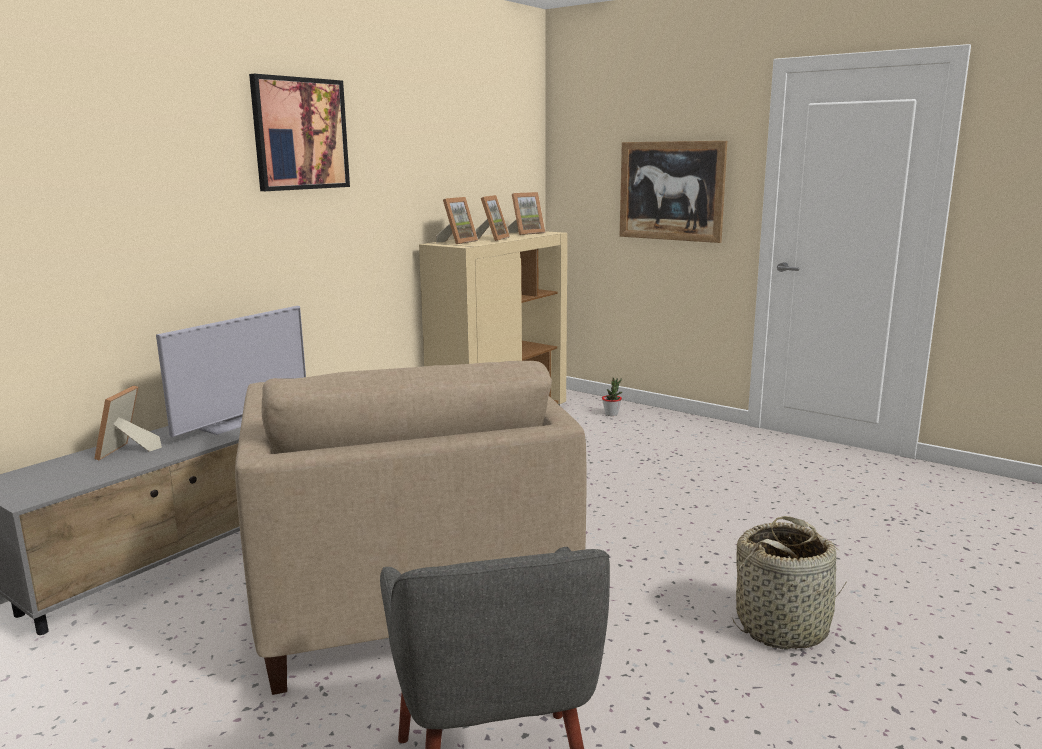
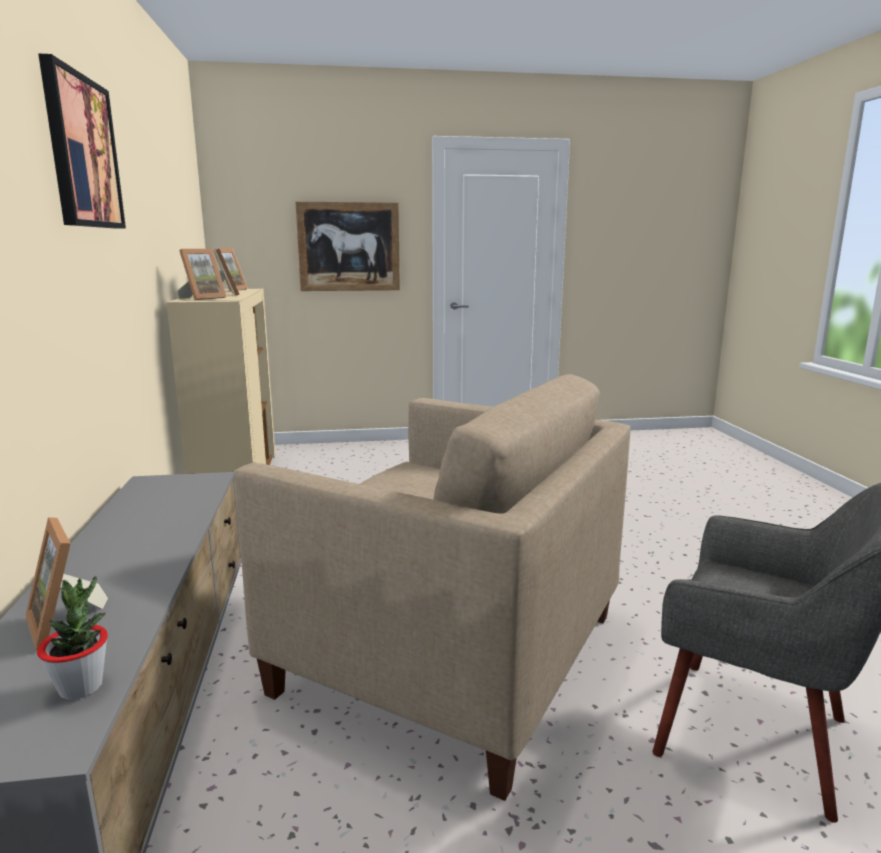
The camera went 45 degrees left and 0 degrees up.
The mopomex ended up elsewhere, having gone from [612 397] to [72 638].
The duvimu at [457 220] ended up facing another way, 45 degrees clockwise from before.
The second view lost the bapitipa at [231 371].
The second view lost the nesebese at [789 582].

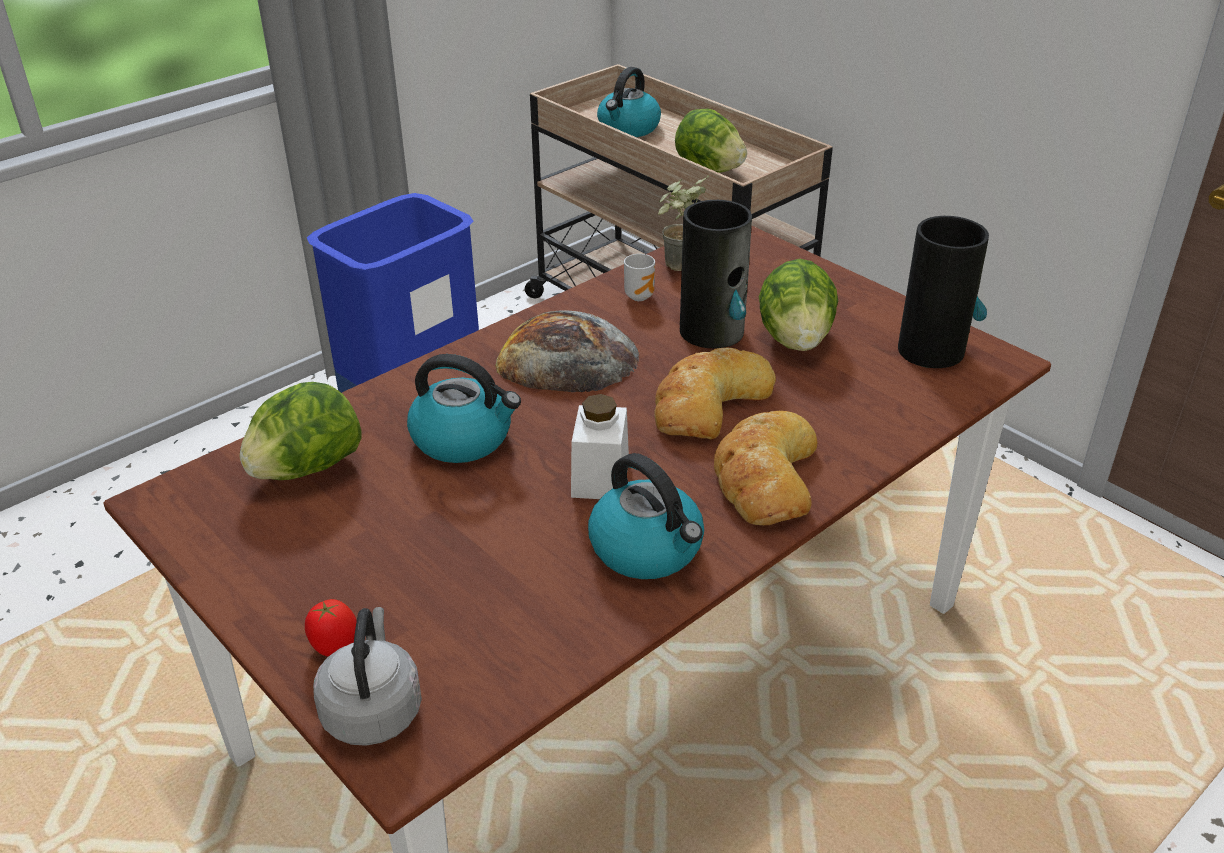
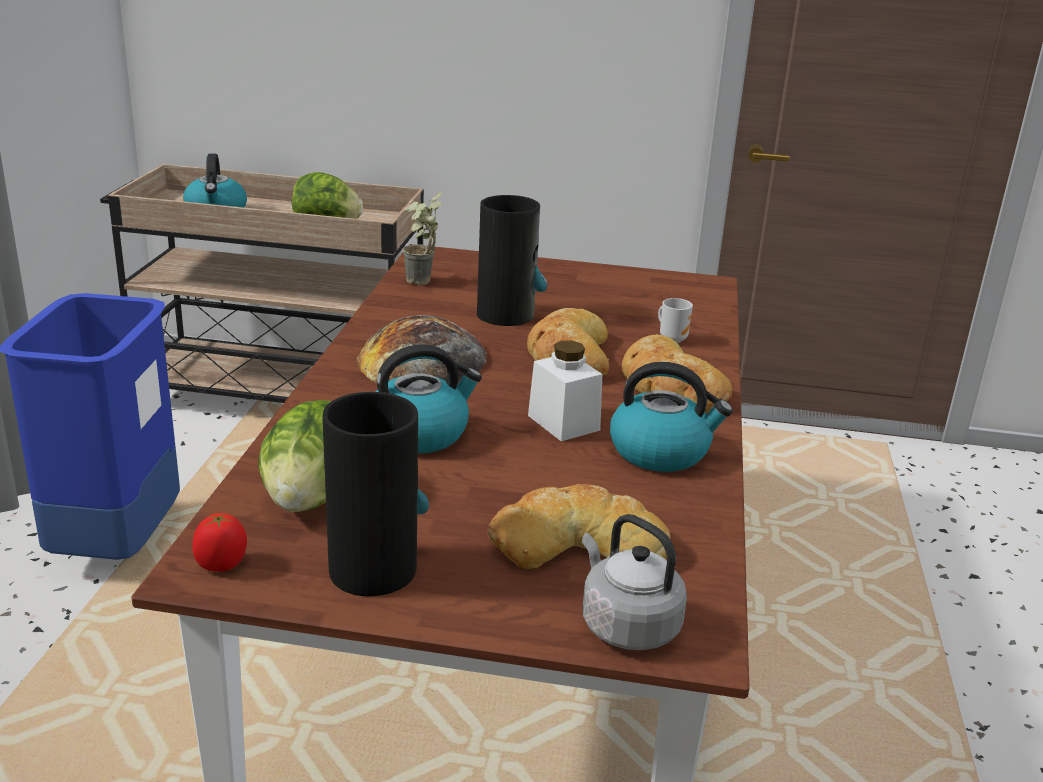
The camera went 40 degrees left and 10 degrees down.
The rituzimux ended up elsewhere, having gone from [331 627] to [219 542].
The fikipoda ended up elsewhere, having gone from [943 292] to [376 494].
The second view gained the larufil at [579 527].
The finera ended up elsewhere, having gone from [639 277] to [675 320].
The second view lost the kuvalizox at [798 305].

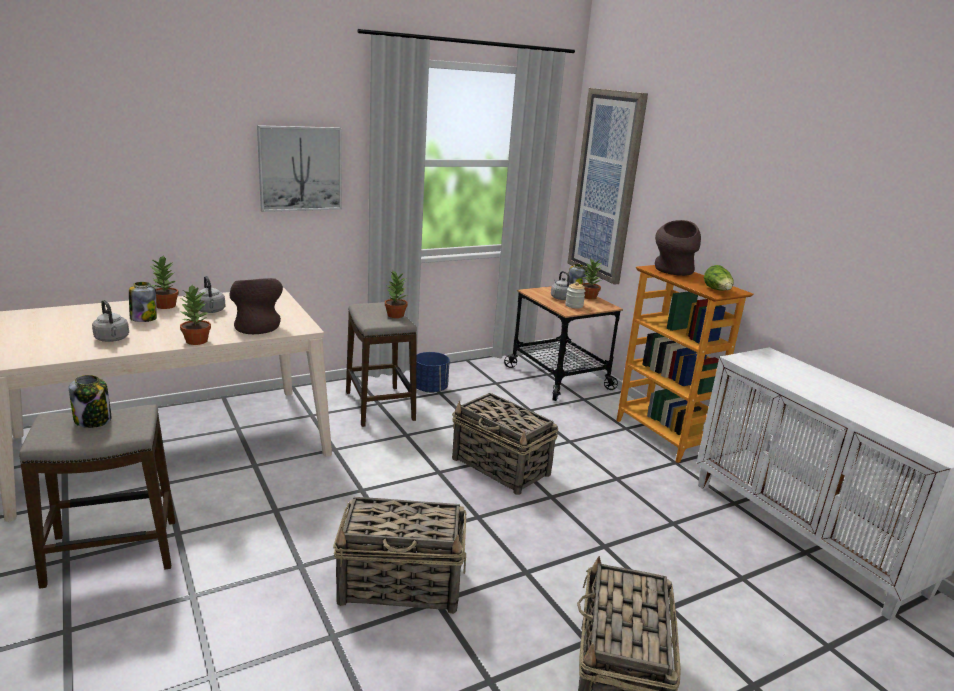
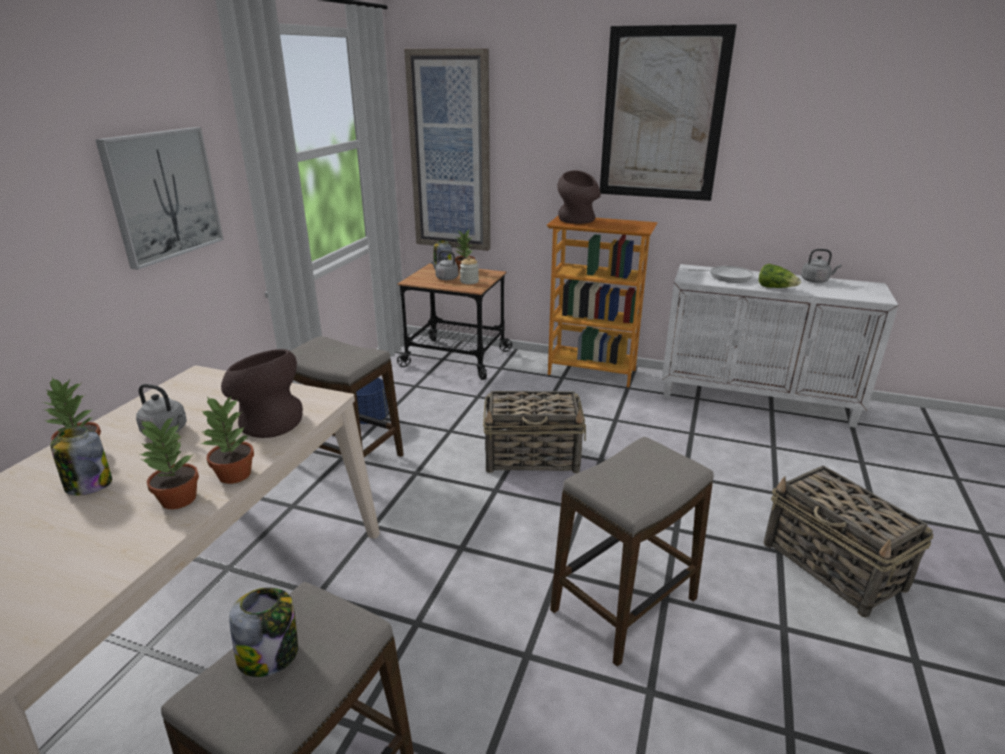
The camera went 40 degrees left and 5 degrees up.
The mopomex ended up elsewhere, having gone from [396 294] to [169 463].
Where the nesebese stood at [399 555], the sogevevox came to stand at [632 552].
The second view gained the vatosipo at [668 112].
The second view gained the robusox at [720 274].
The kuvalizox ended up elsewhere, having gone from [719 278] to [780 276].
The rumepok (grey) ended up elsewhere, having gone from [110 321] to [821 266].

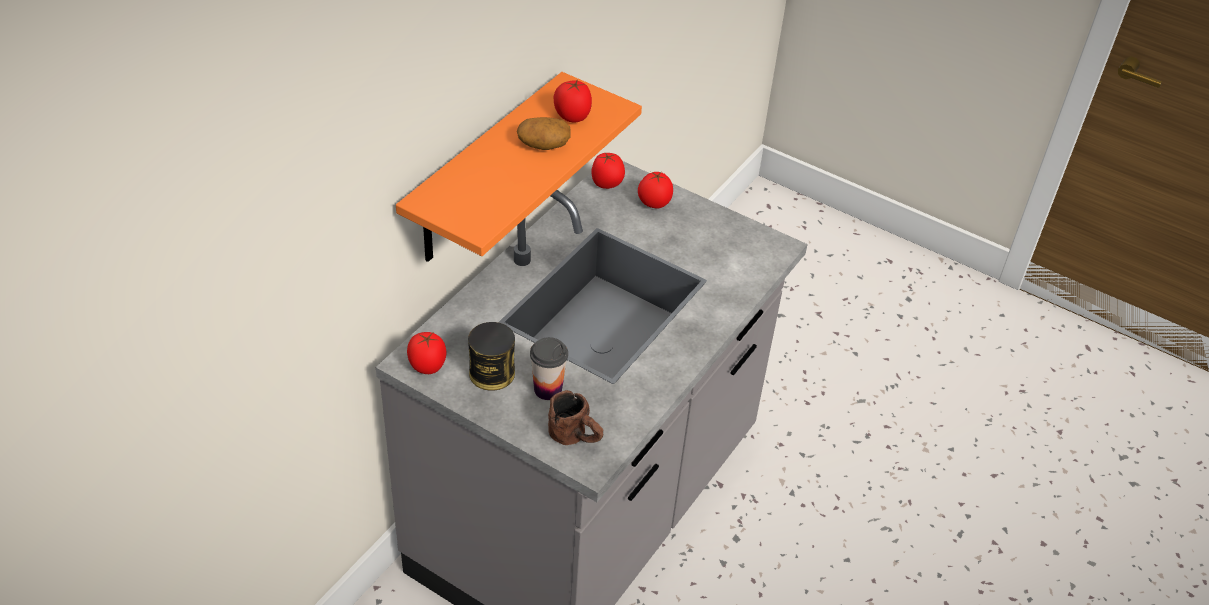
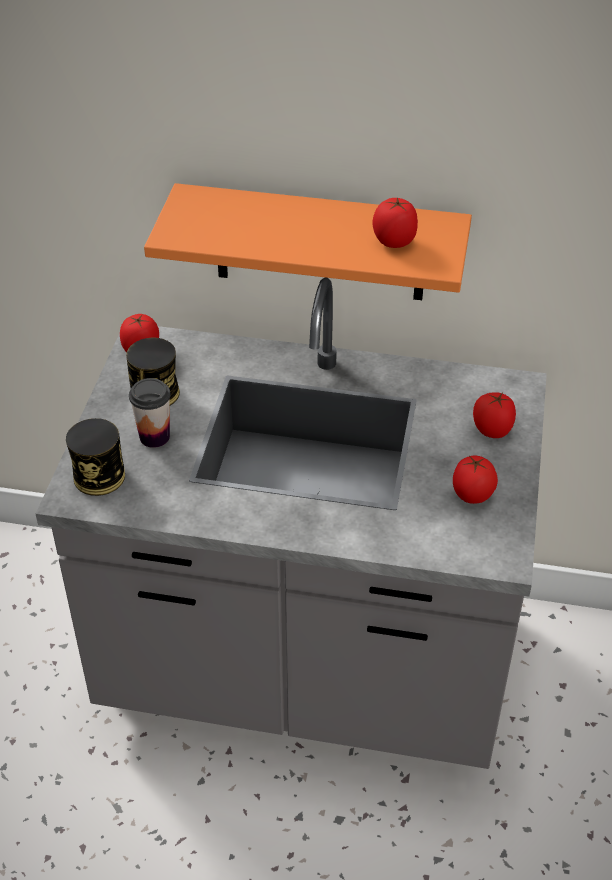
The camera went 70 degrees right and 0 degrees up.
Where the finera (brown) stood at [575 417], the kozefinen came to stand at [95 457].
The rituzimux ended up elsewhere, having gone from [608 170] to [475 479].
The second view lost the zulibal at [544 133].

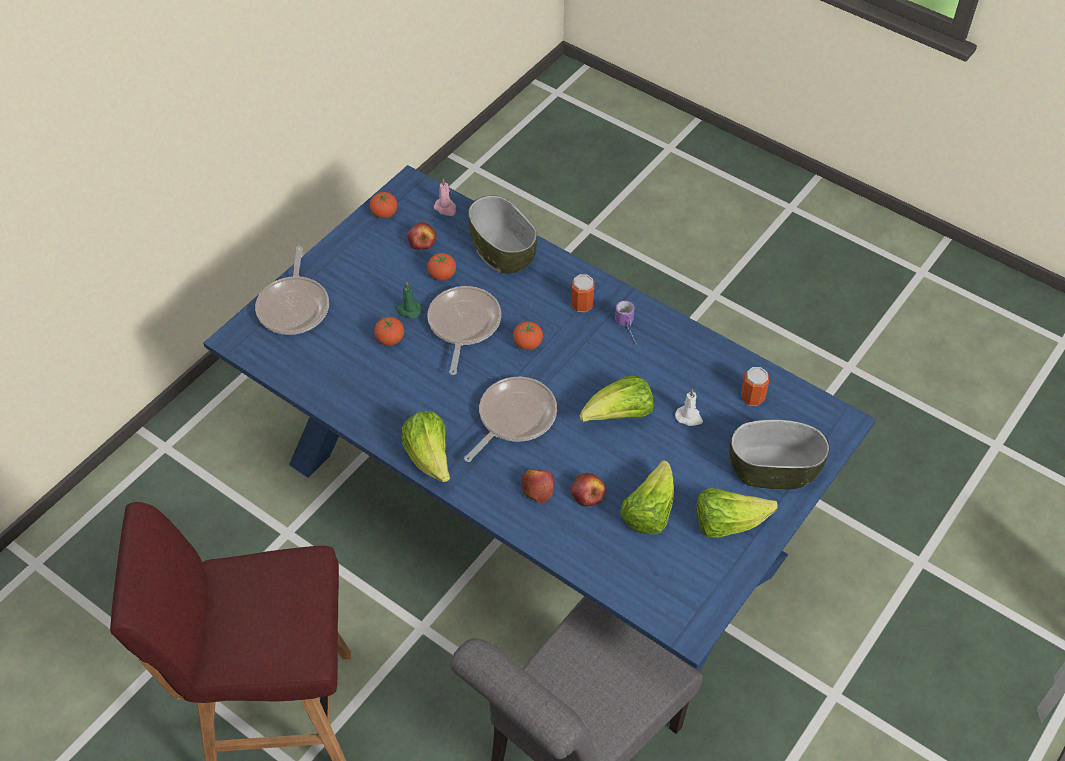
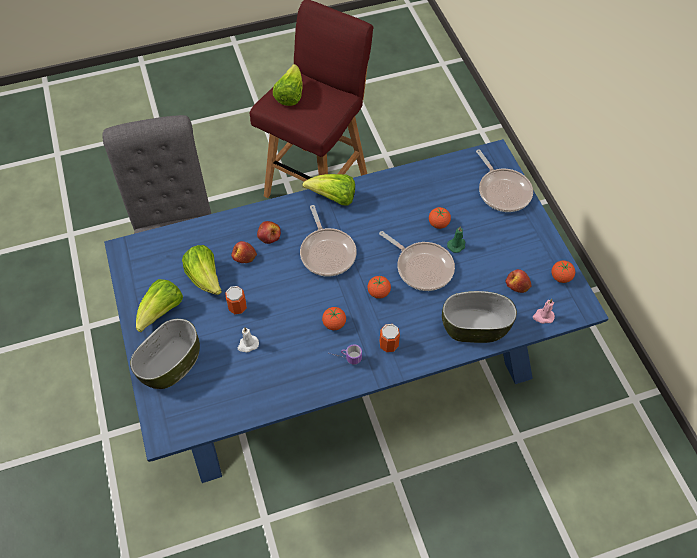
The camera went 125 degrees right and 5 degrees up.
The kozefinen ended up elsewhere, having gone from [755 386] to [236 300].
The kuvalizox ended up elsewhere, having gone from [616 398] to [288 85].
The rituzimux ended up elsewhere, having gone from [441 267] to [334 318].
The robusox at [292 290] ended up facing another way, 150 degrees counterclockwise from before.

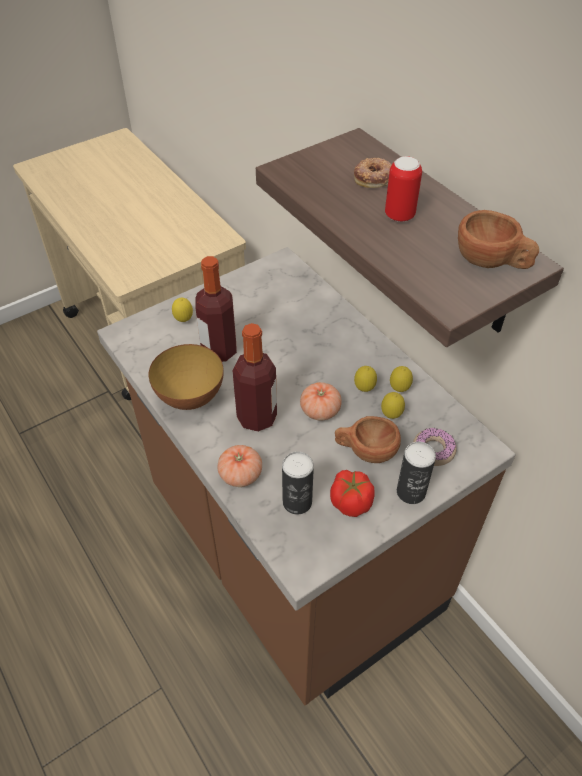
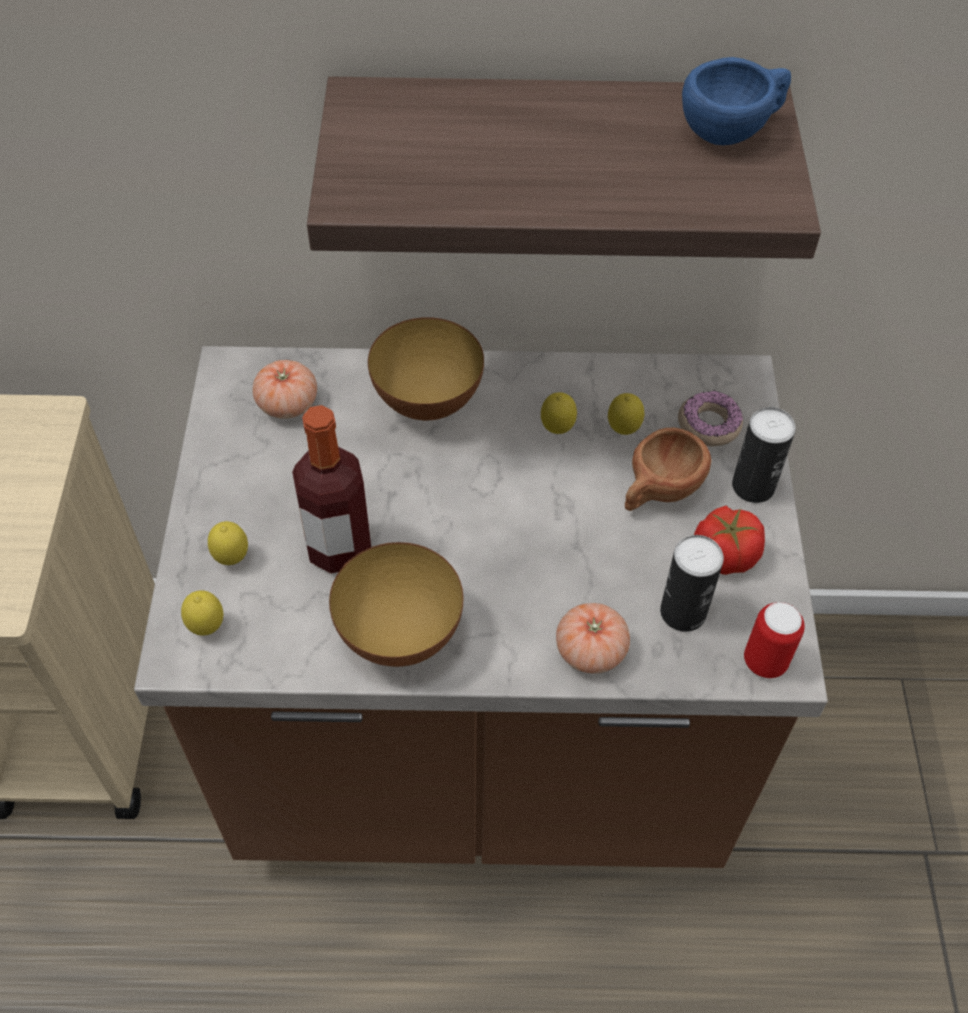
The camera went 55 degrees left and 5 degrees up.
The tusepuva ended up elsewhere, having gone from [401 379] to [202 613].
The rituzimux ended up elsewhere, having gone from [321 401] to [285 389].
The second view gained the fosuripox at [426 369].
What was the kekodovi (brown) at [498 239] turned into the kekodovi (blue) at [736 101].
The kozefinen ended up elsewhere, having gone from [403 189] to [774 640].
The second view lost the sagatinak at [255 377].
The second view lost the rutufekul at [373 173].

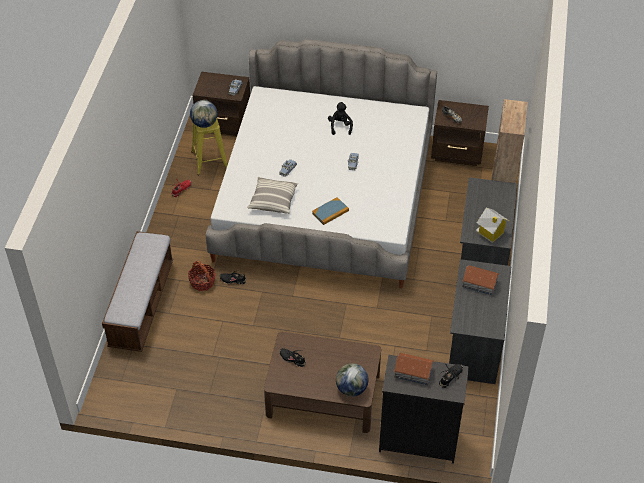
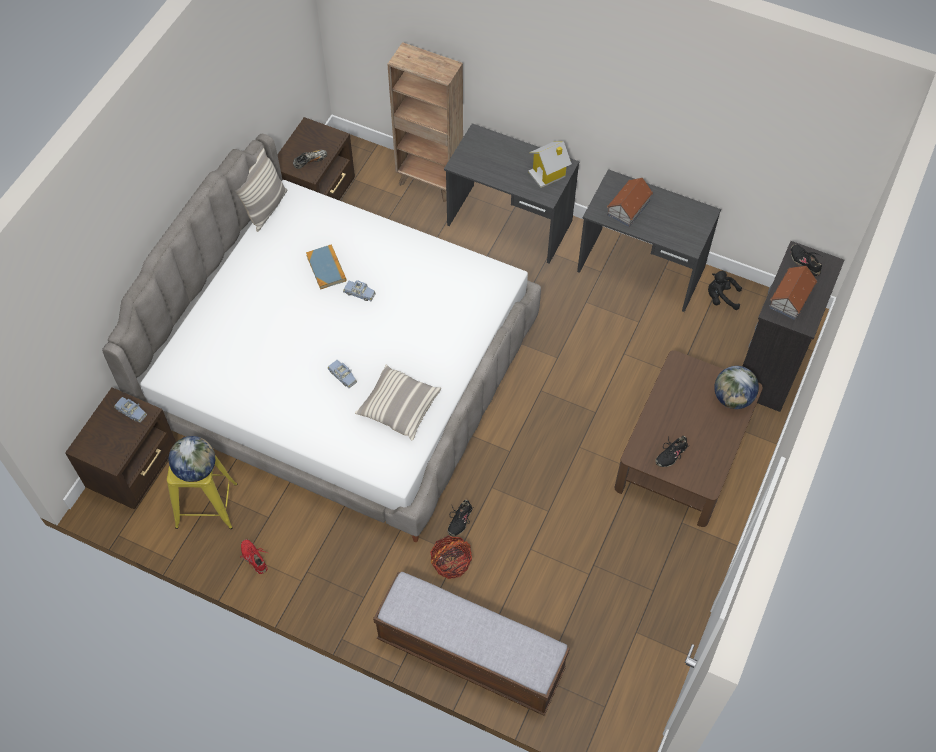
The camera went 75 degrees left and 10 degrees up.
The second view gained the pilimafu at [261 190].
The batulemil ended up elsewhere, having gone from [330 211] to [326 267].
The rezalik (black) ended up elsewhere, having gone from [340 118] to [725 290].

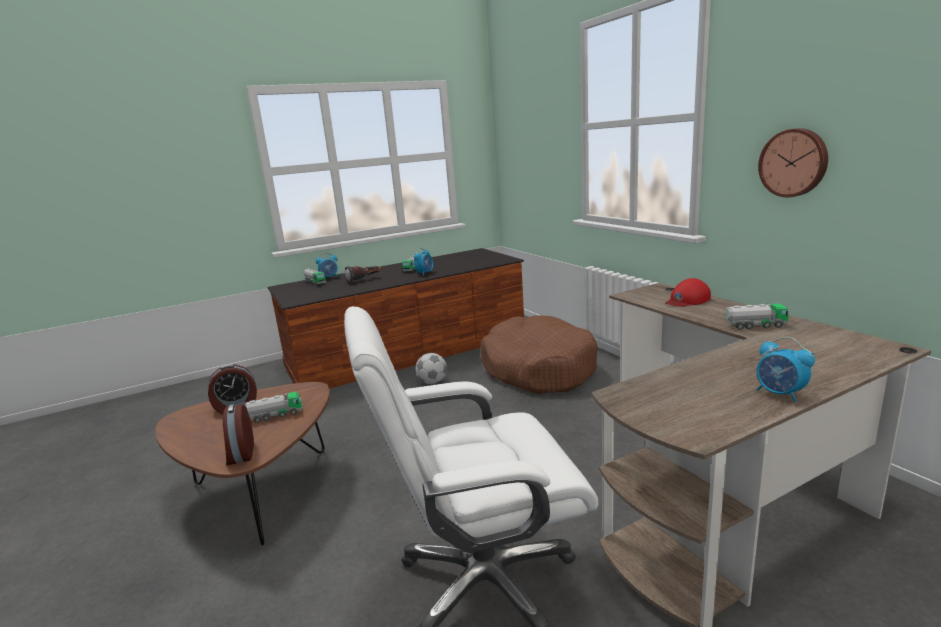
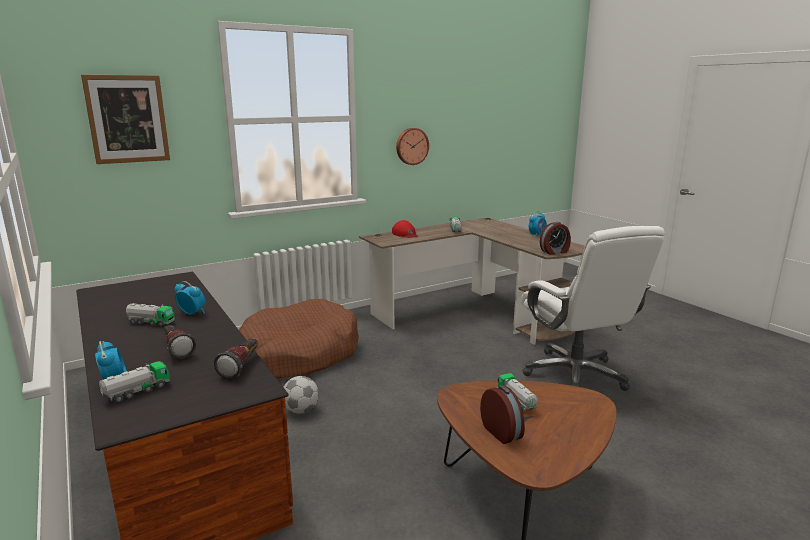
The camera went 95 degrees left and 0 degrees up.
The second view gained the vatosipo at [125 119].
The second view gained the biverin at [236 358].
The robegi ended up elsewhere, having gone from [238 434] to [555 238].

